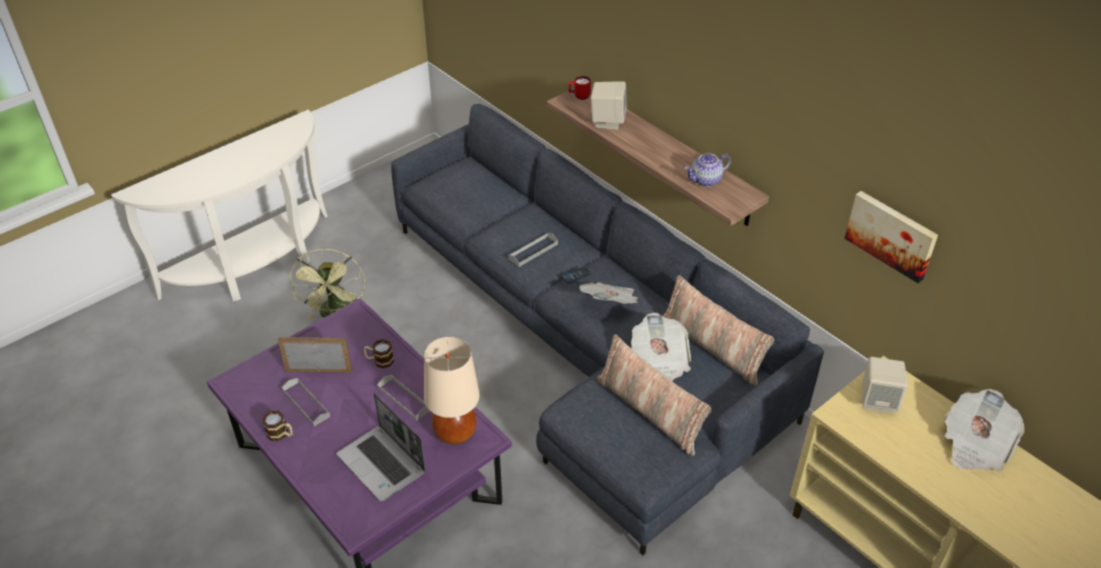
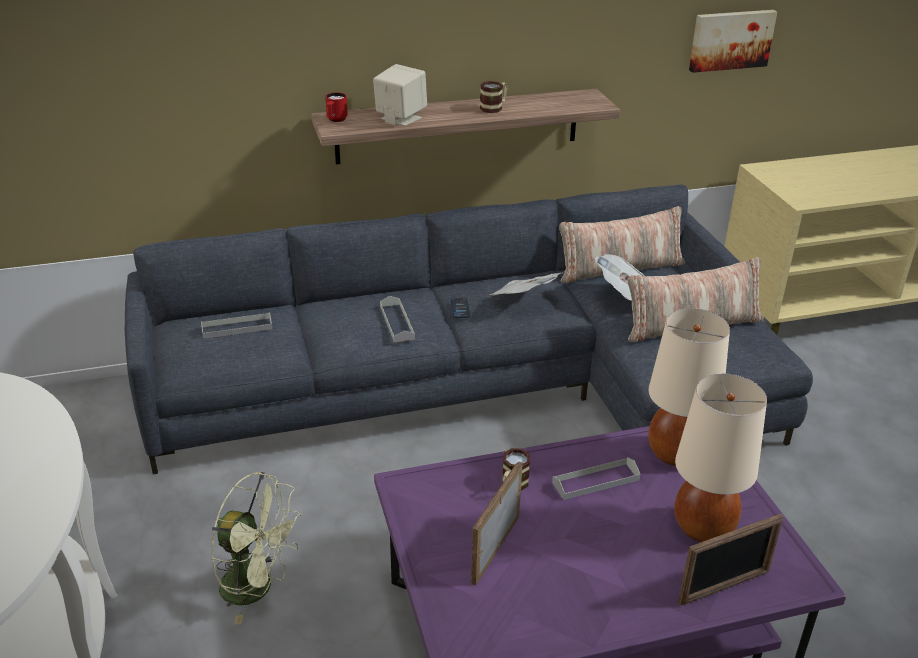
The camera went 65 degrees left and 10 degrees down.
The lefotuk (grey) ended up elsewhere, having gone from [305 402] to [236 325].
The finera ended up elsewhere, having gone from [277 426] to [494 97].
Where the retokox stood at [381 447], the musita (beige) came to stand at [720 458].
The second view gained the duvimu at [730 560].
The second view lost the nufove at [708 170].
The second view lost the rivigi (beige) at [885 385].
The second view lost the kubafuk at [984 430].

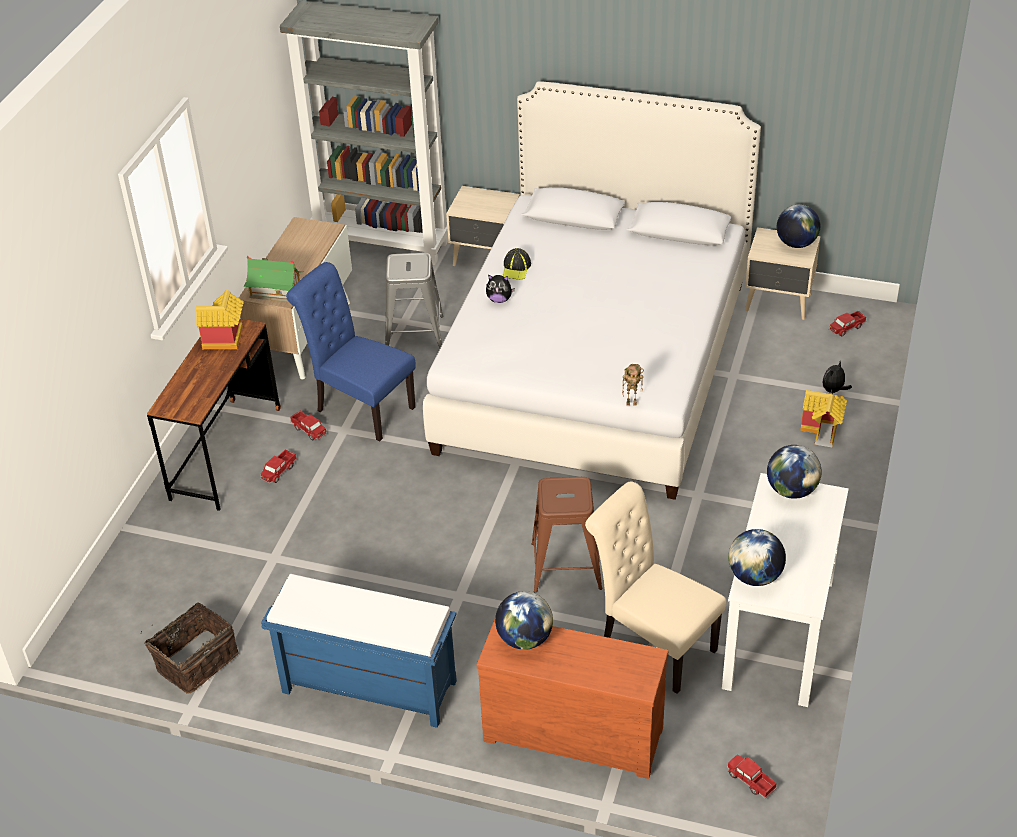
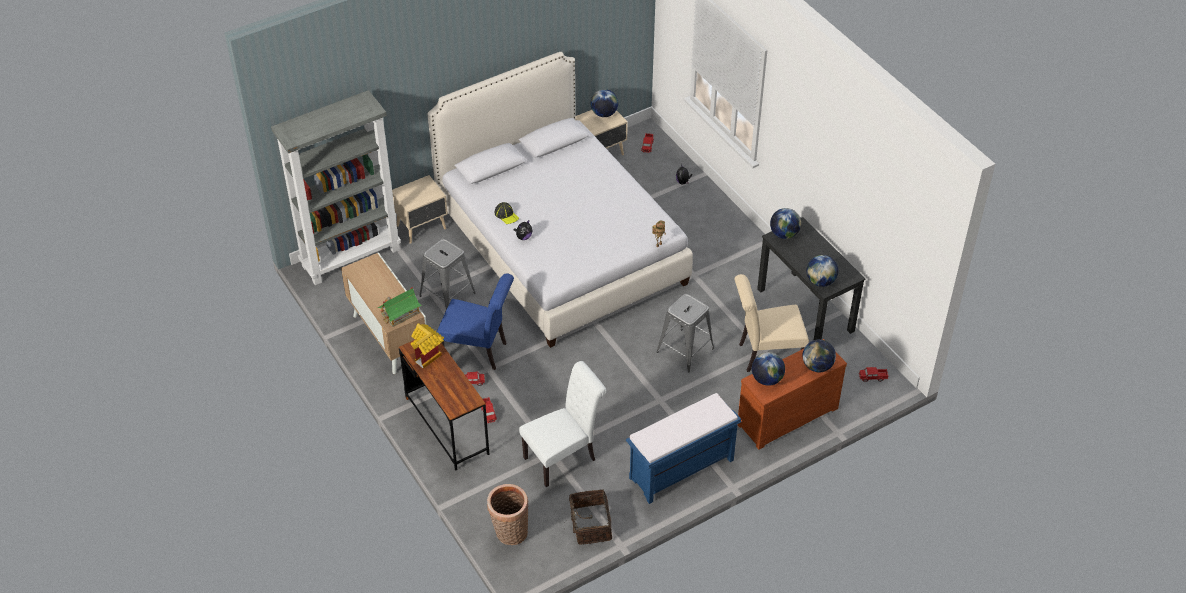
The camera went 50 degrees left and 5 degrees up.
The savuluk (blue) at [351 351] ended up facing another way, 150 degrees counterclockwise from before.
The second view gained the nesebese at [508 514].
The second view gained the savuluk (white) at [563 424].
What was the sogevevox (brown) at [567 535] turned into the sogevevox (grey) at [685 333].
What was the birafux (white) at [785 590] turned into the birafux (black) at [811 278].
The second view gained the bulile at [819 355].
The second view lost the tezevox at [823 418].

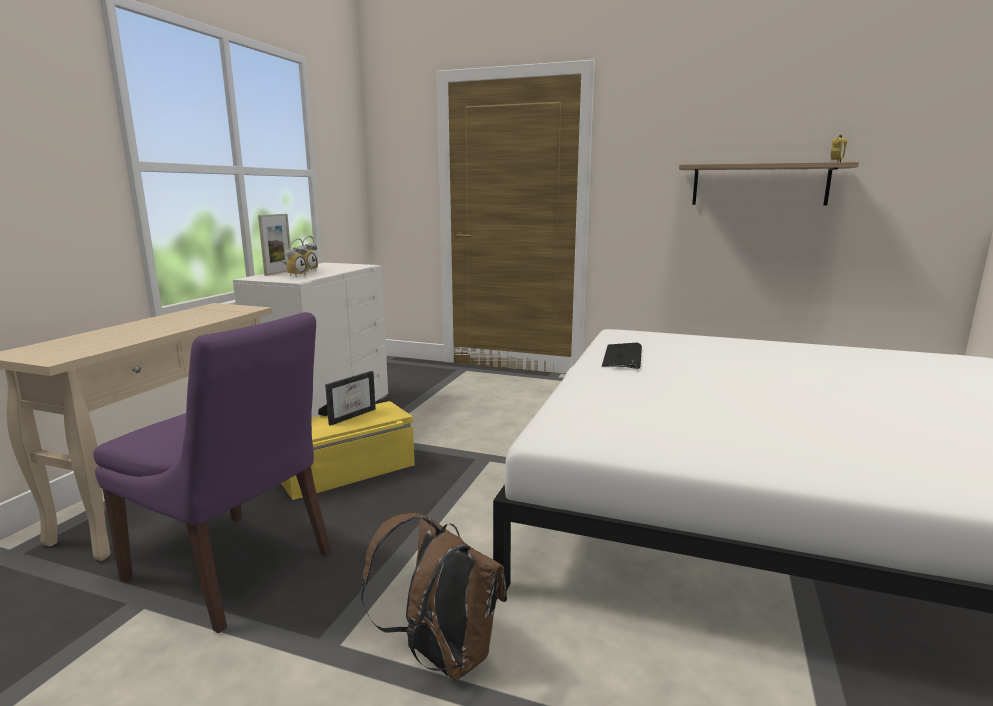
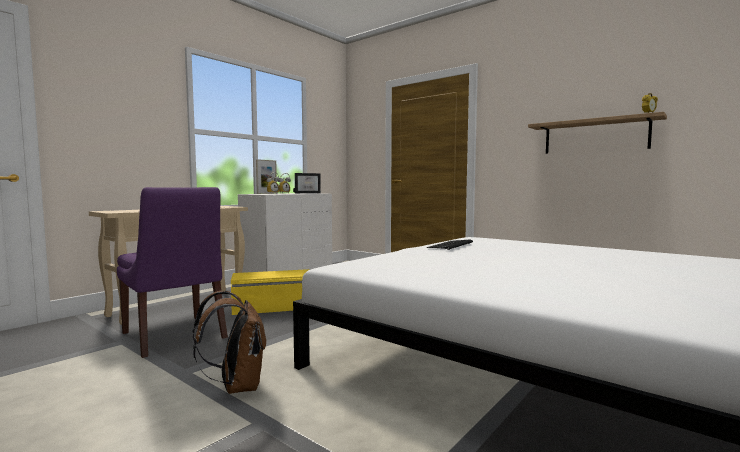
The camera went 20 degrees right and 10 degrees down.
The duvimu ended up elsewhere, having gone from [347 398] to [307 183].

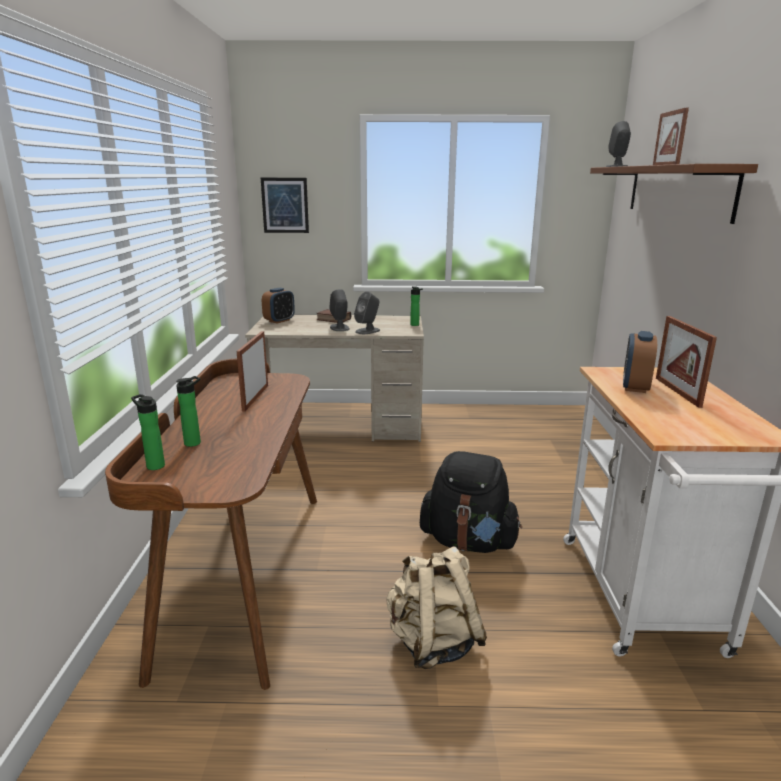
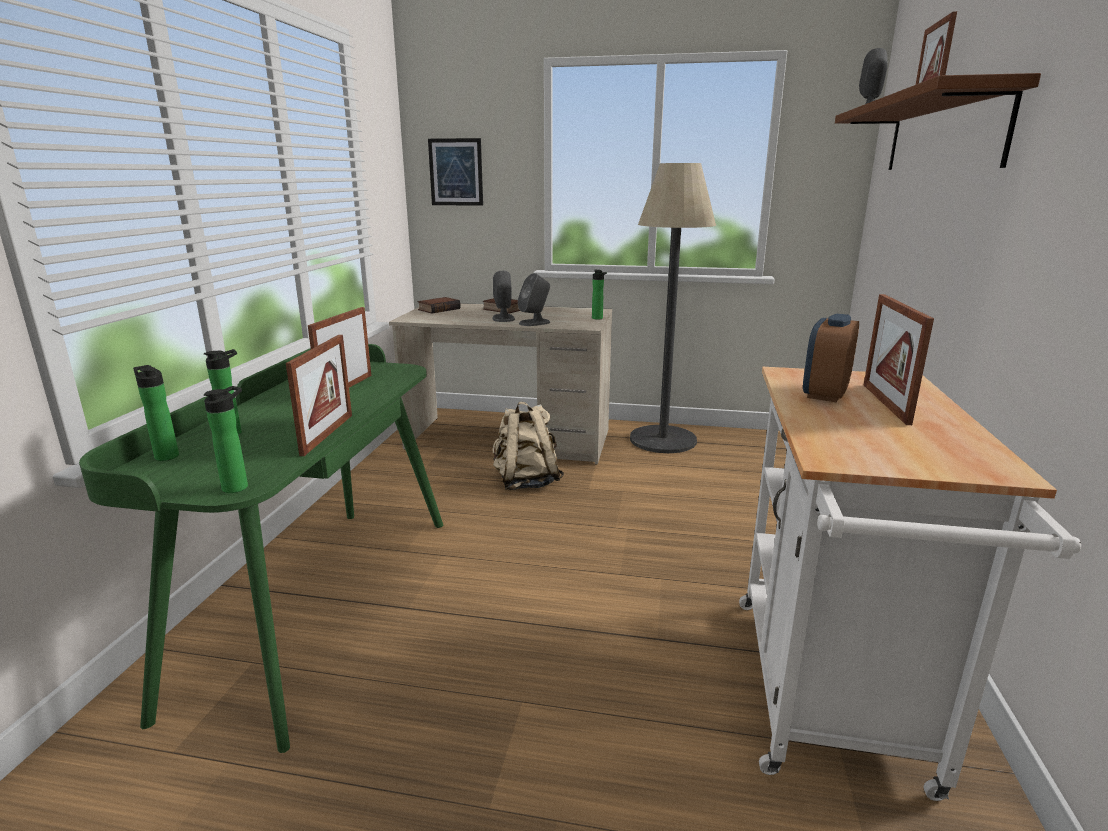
The camera went 10 degrees right and 0 degrees up.
What was the birafux (brown) at [211 524] turned into the birafux (green) at [261 548].
The second view gained the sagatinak at [226 439].
The second view gained the duvimu at [319 395].
Where the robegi stood at [278 305], the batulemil came to stand at [439 305].
The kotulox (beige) ended up elsewhere, having gone from [436 607] to [528 446].
The second view gained the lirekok at [673 308].
The second view lost the kotulox (black) at [471 502].

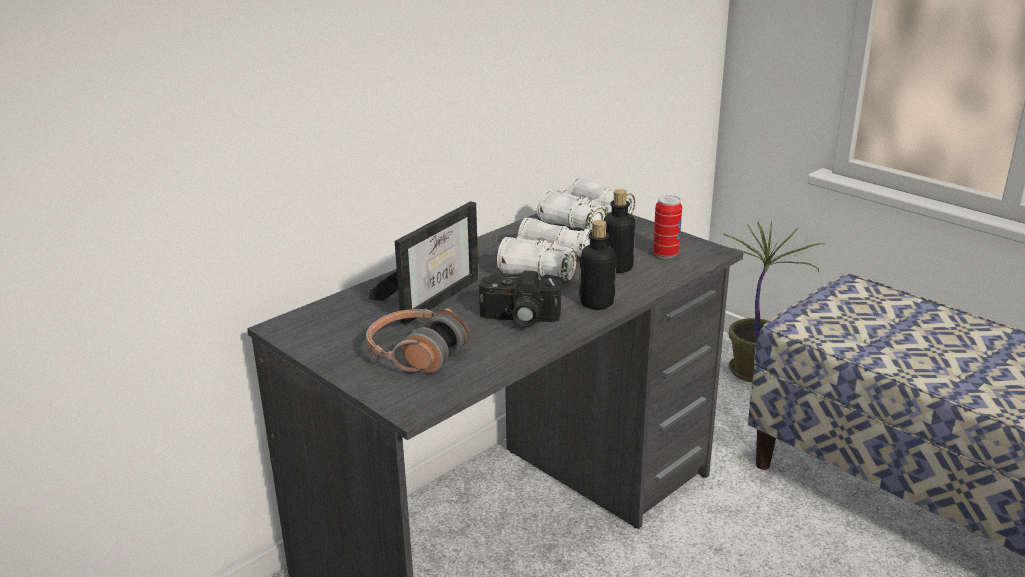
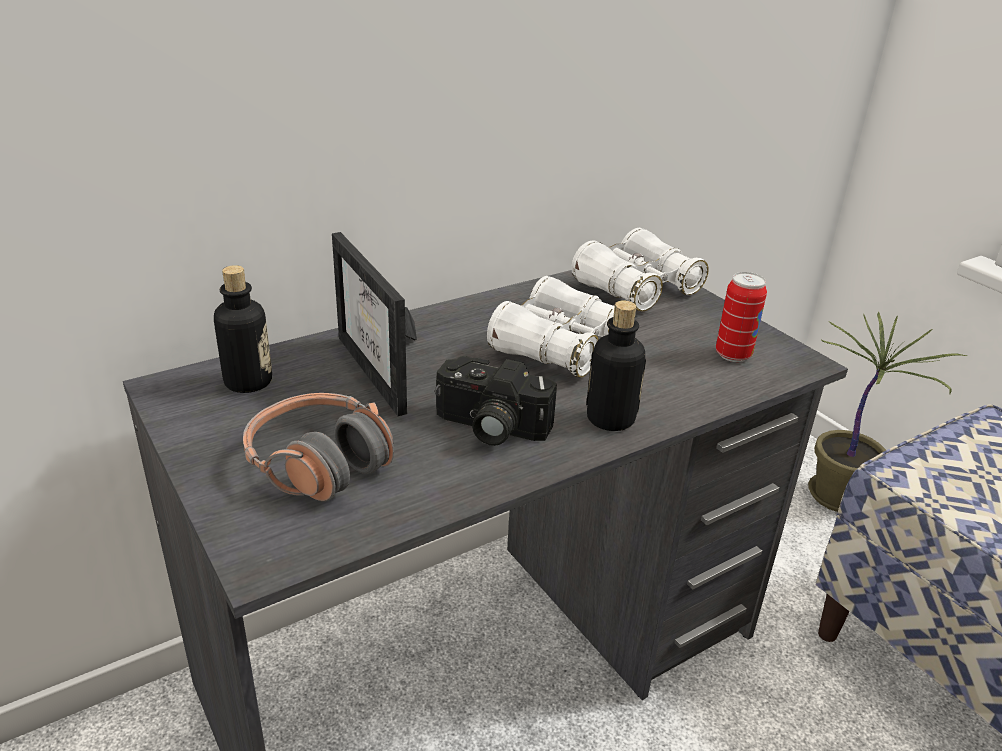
The camera went 10 degrees right and 5 degrees up.
The sagatinak ended up elsewhere, having gone from [619 231] to [243 329].
The duvimu at [424 263] ended up facing another way, 105 degrees clockwise from before.

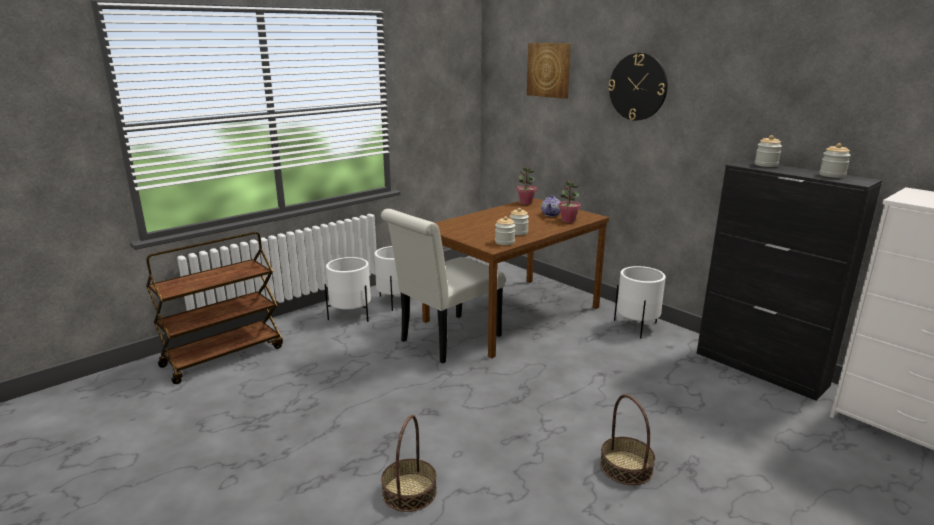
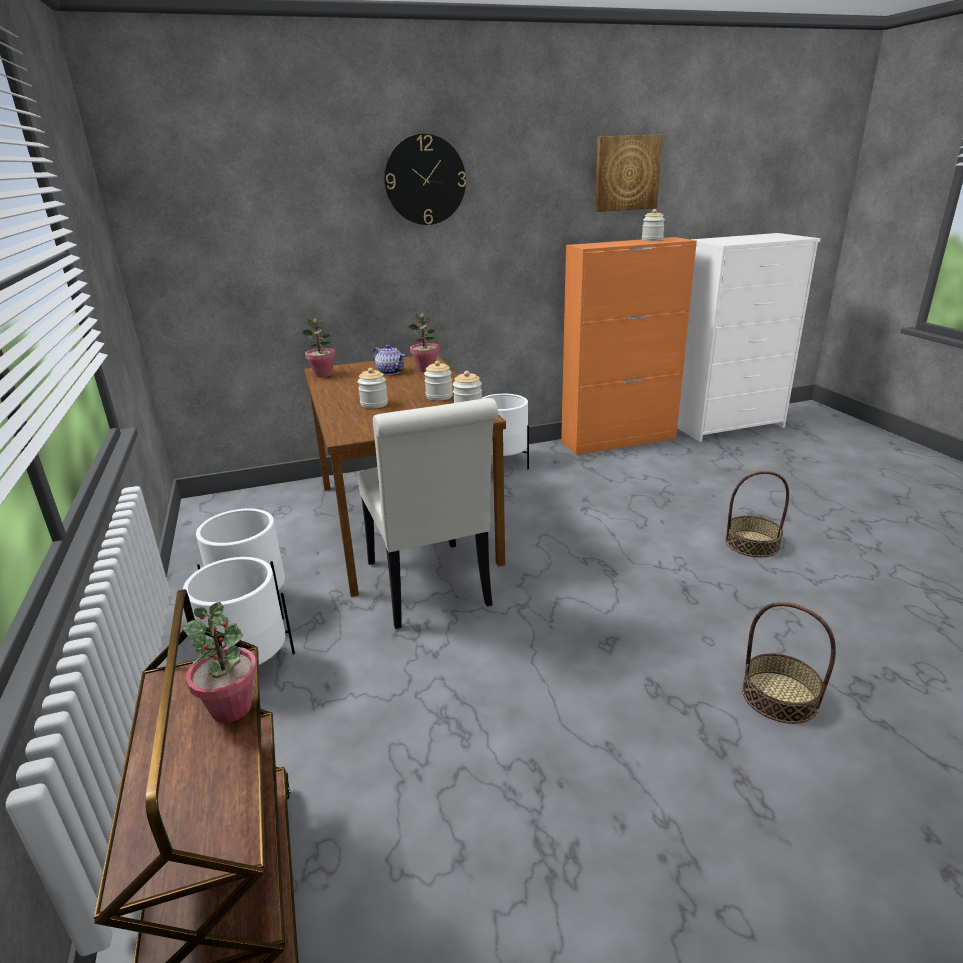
The camera went 65 degrees left and 5 degrees up.
The second view gained the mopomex at [220 662].
The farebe ended up elsewhere, having gone from [768 151] to [373 388].
What was the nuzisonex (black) at [789 280] turned into the nuzisonex (orange) at [629 346].
The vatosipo ended up elsewhere, having gone from [549 71] to [629 173].

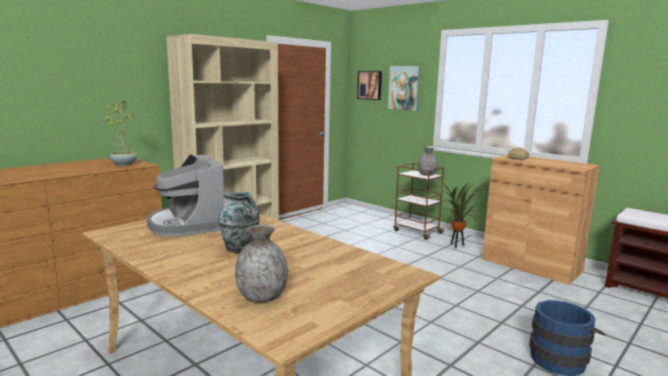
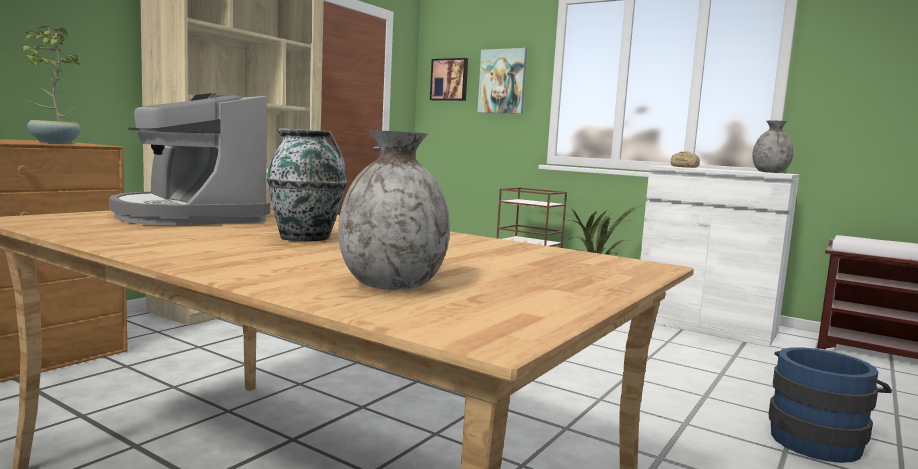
The camera went 10 degrees left and 5 degrees down.
What was the nuzisonex (brown) at [541 220] turned into the nuzisonex (white) at [719 256].
The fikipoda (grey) ended up elsewhere, having gone from [428 161] to [773 147].

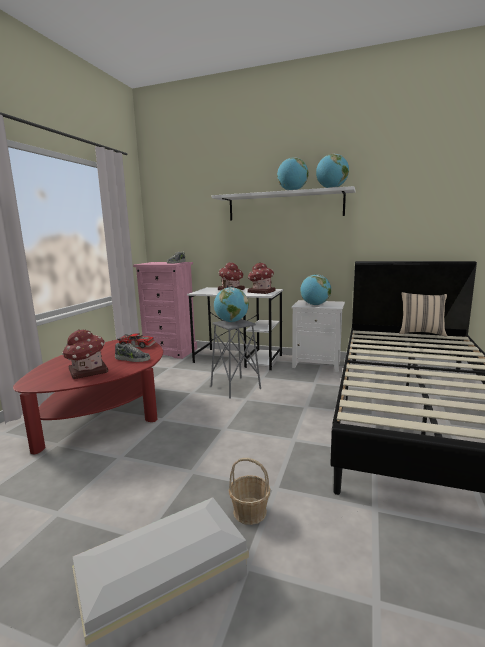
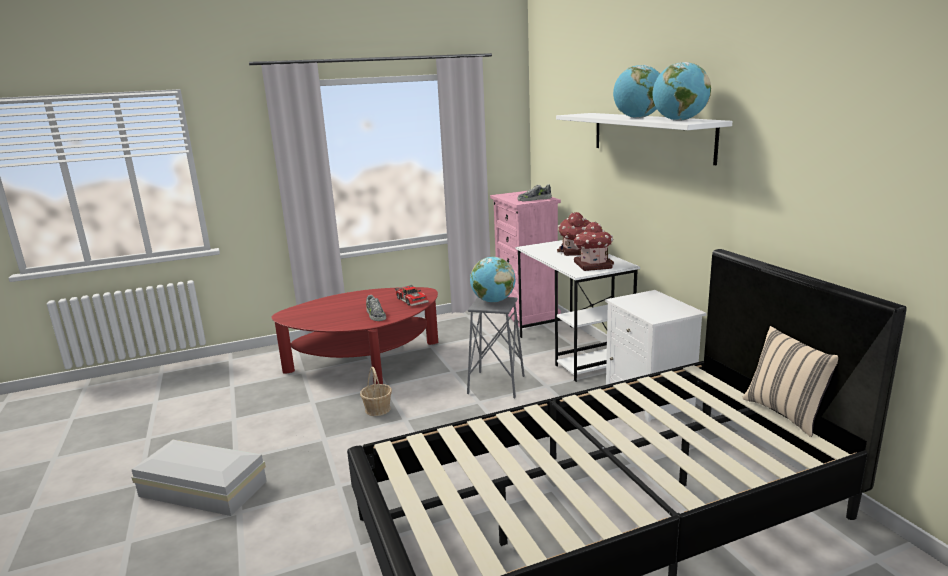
The camera went 50 degrees right and 5 degrees up.
The nesebese ended up elsewhere, having gone from [249 491] to [376 391].
The second view lost the tezevox at [85 354].
The second view lost the bulile at [315 290].

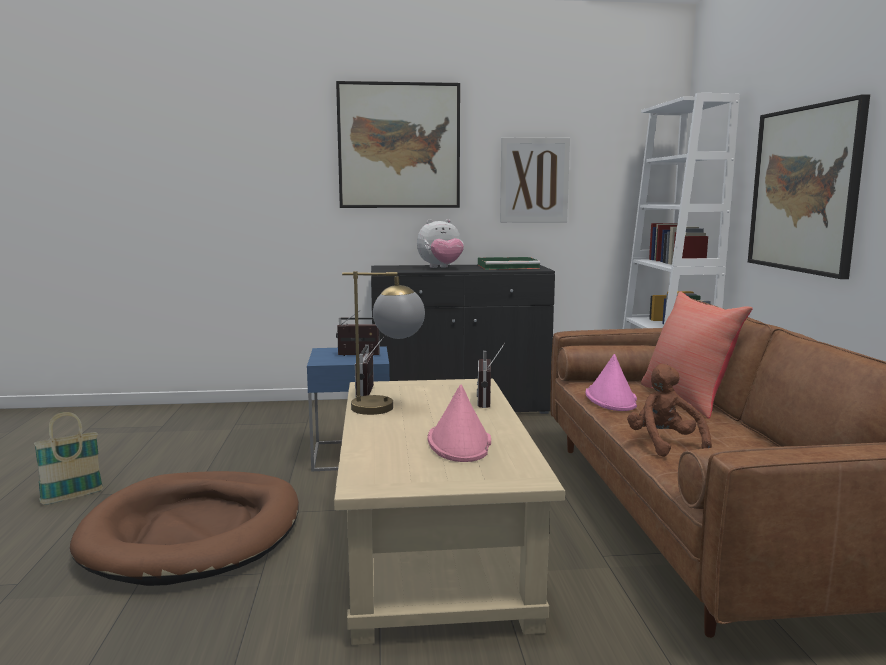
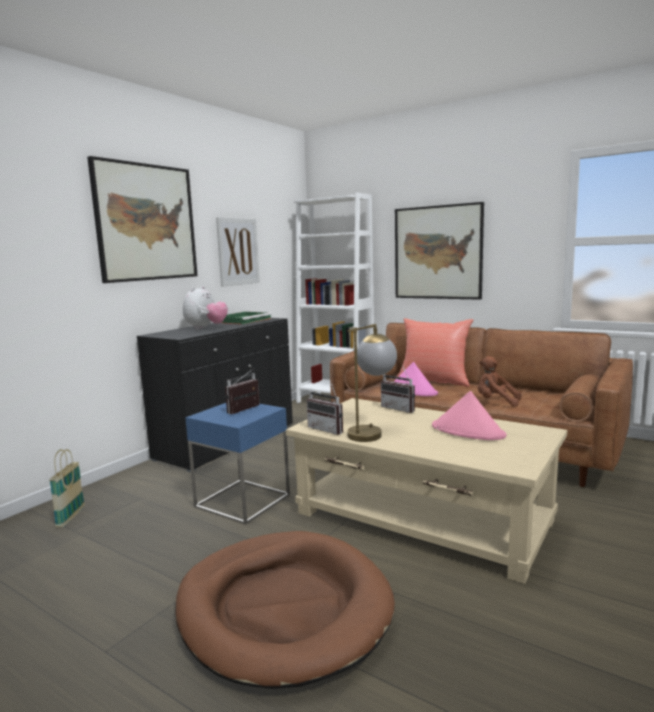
The camera went 50 degrees left and 0 degrees up.
The nesebese ended up elsewhere, having gone from [68 458] to [67 488].

